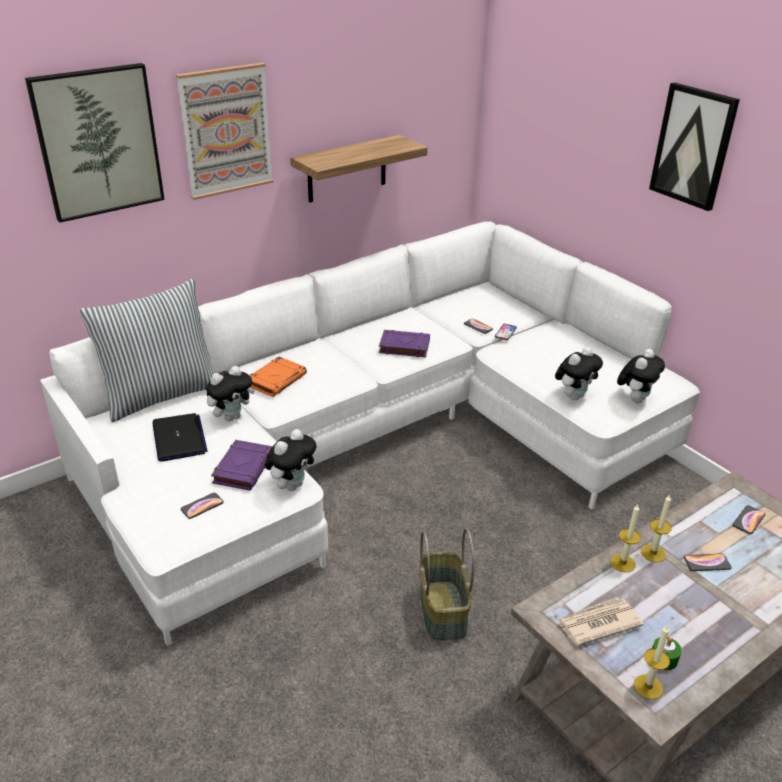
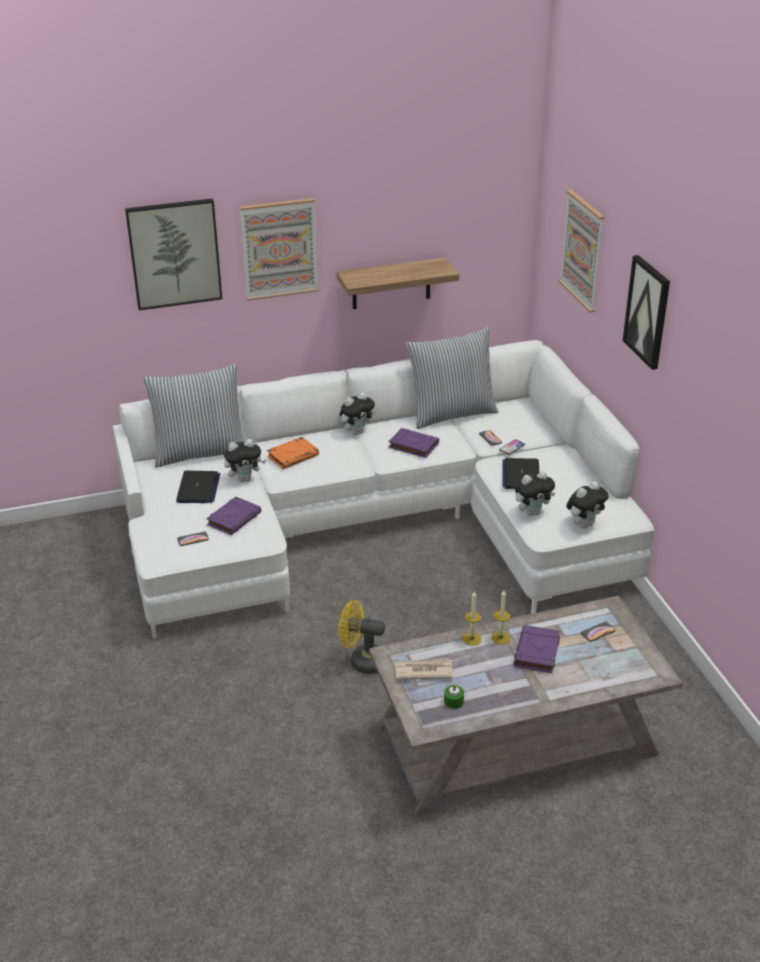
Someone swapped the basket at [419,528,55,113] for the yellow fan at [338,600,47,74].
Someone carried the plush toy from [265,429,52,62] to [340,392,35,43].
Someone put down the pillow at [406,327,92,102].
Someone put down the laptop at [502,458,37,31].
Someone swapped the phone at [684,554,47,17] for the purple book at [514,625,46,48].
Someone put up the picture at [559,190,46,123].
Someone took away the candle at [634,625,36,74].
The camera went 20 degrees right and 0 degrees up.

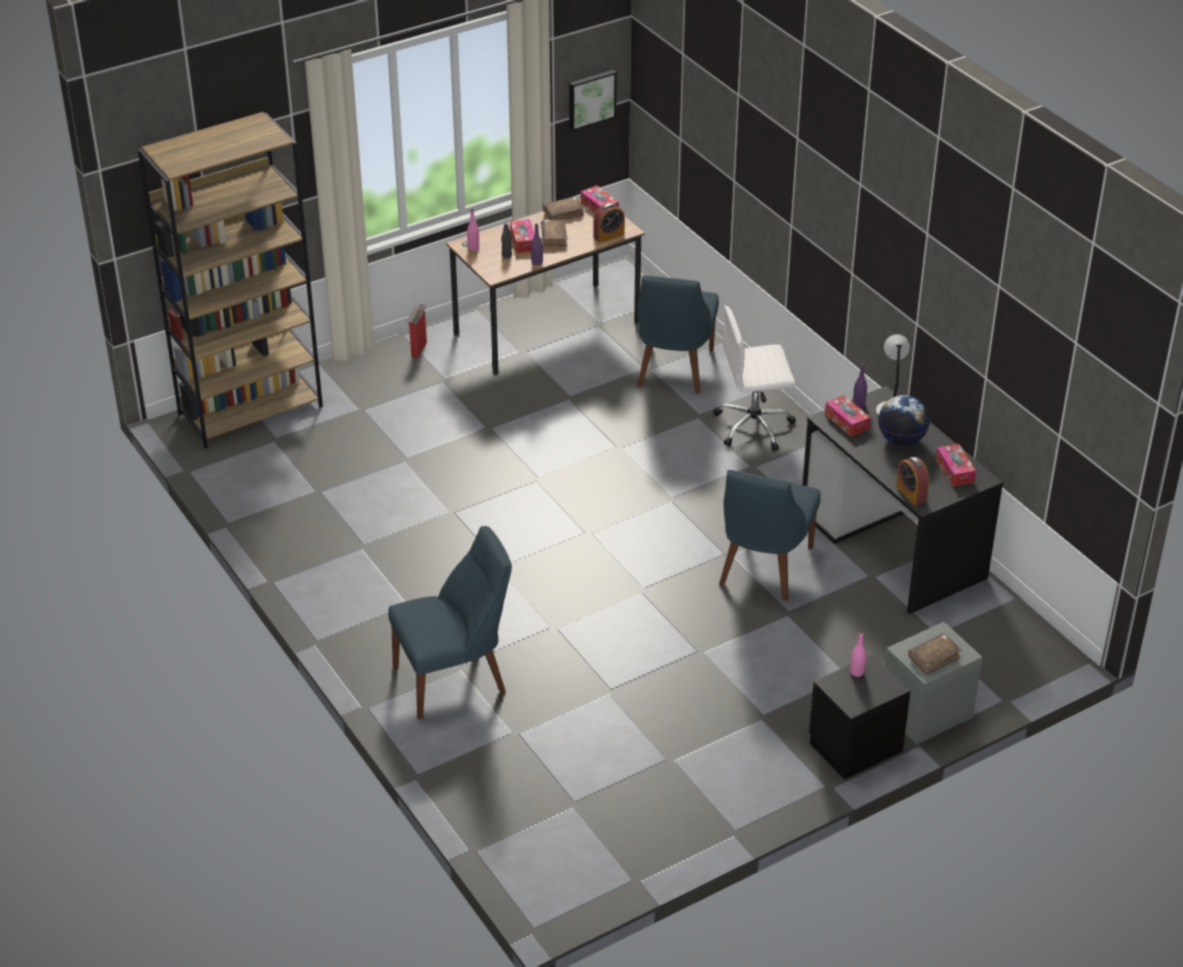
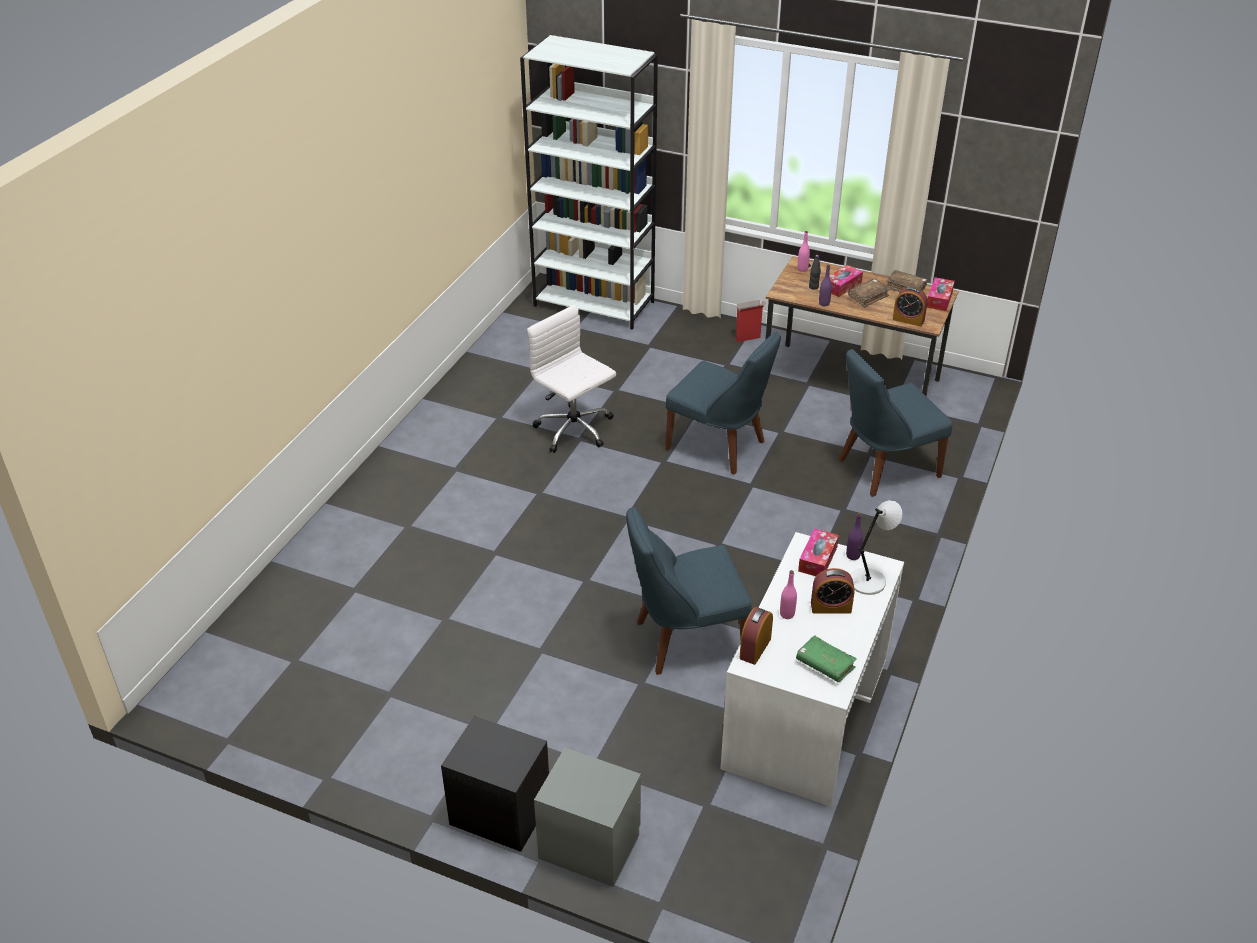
Someone repainted the brown bookcase at [138,112,185,336], which became the white bookcase at [520,35,138,295].
Someone carried the white office chair from [714,305,82,146] to [527,305,89,148].
Someone carried the blue chair from [388,526,124,194] to [665,332,116,143].
Someone repainted the black desk at [802,386,201,228], which became the white desk at [720,532,184,275].
Someone carried the pink bottle from [850,631,16,46] to [780,570,17,49].
Someone swapped the tissue box at [936,444,40,42] for the green book at [796,635,61,47].
Someone swapped the globe at [878,395,52,51] for the alarm clock at [811,568,44,46].
Someone took away the picture at [569,70,48,61].
Someone took away the brown book at [908,633,54,42].
The camera went 55 degrees right and 0 degrees up.

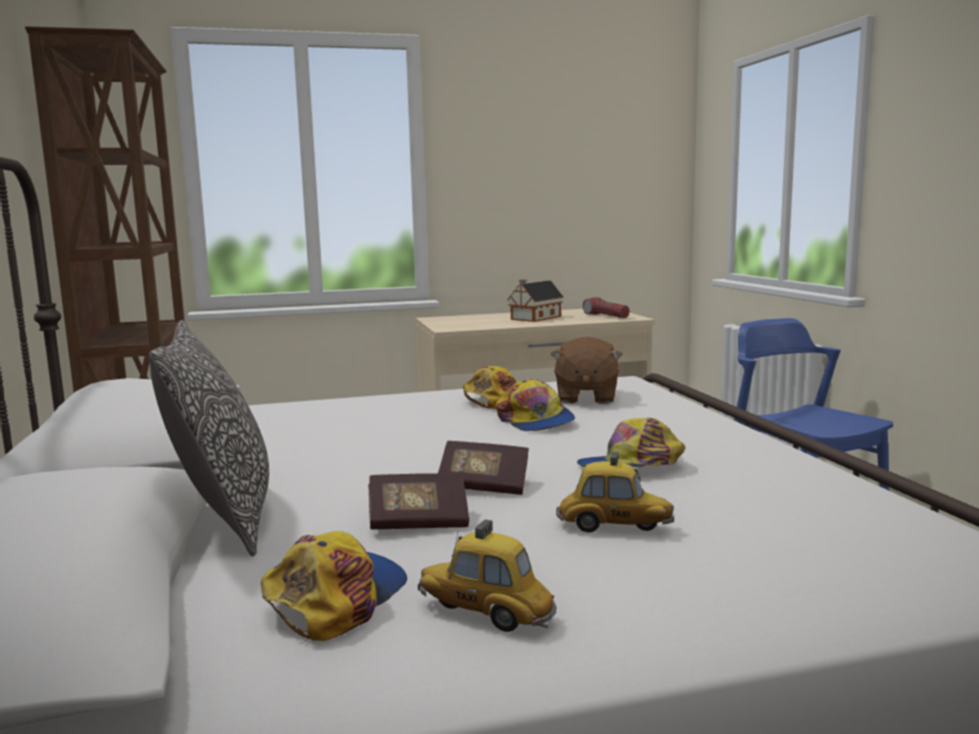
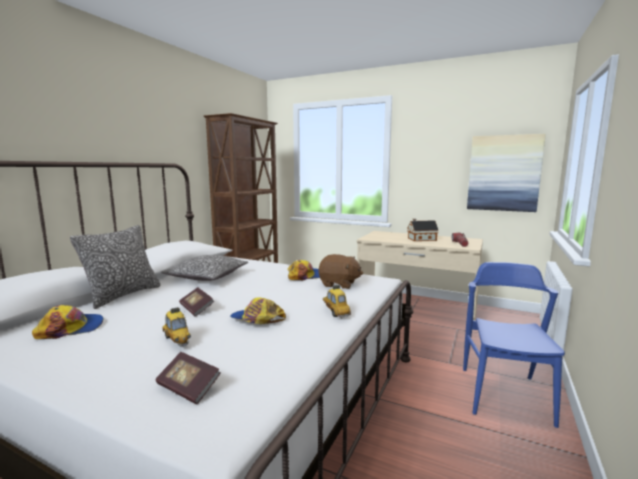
Someone carried the book from [368,473,101,57] to [155,352,66,52].
Someone put down the pillow at [161,255,87,26].
Someone rotated the brown plush toy at [551,337,72,67] by 120 degrees counterclockwise.
Someone carried the toy car from [418,519,139,113] to [323,285,28,33].
Someone put up the picture at [467,134,79,78].
Someone took away the cap at [495,379,80,52].
The camera went 40 degrees right and 0 degrees up.

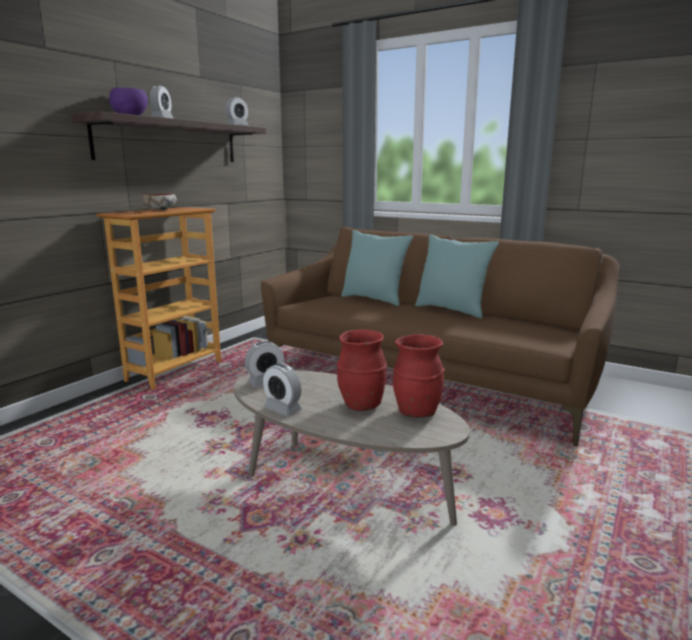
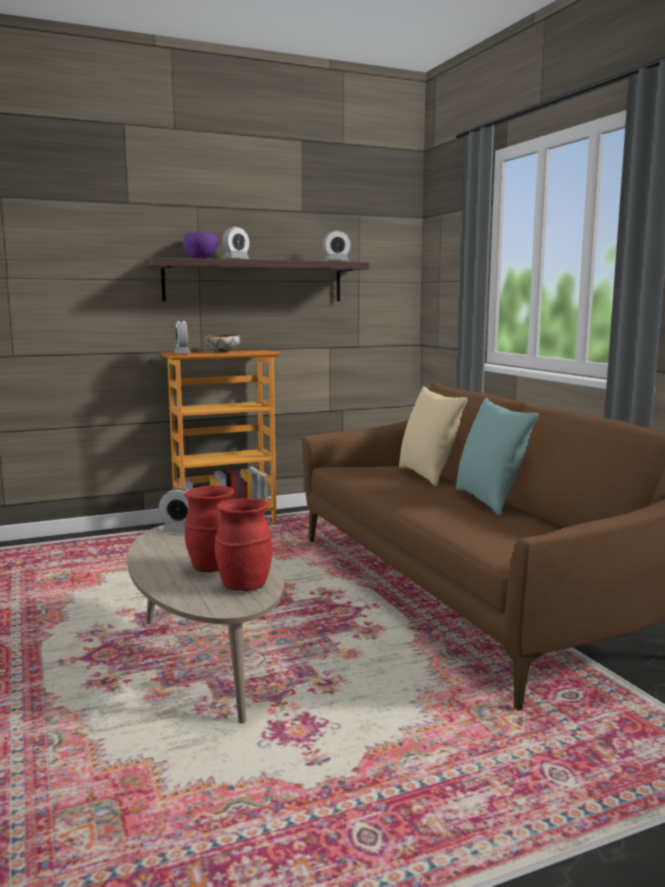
Someone carried the alarm clock from [263,363,39,53] to [174,320,17,34].
Someone repainted the turquoise pillow at [341,230,72,76], which became the beige pillow at [399,386,69,100].
The camera went 35 degrees right and 5 degrees down.

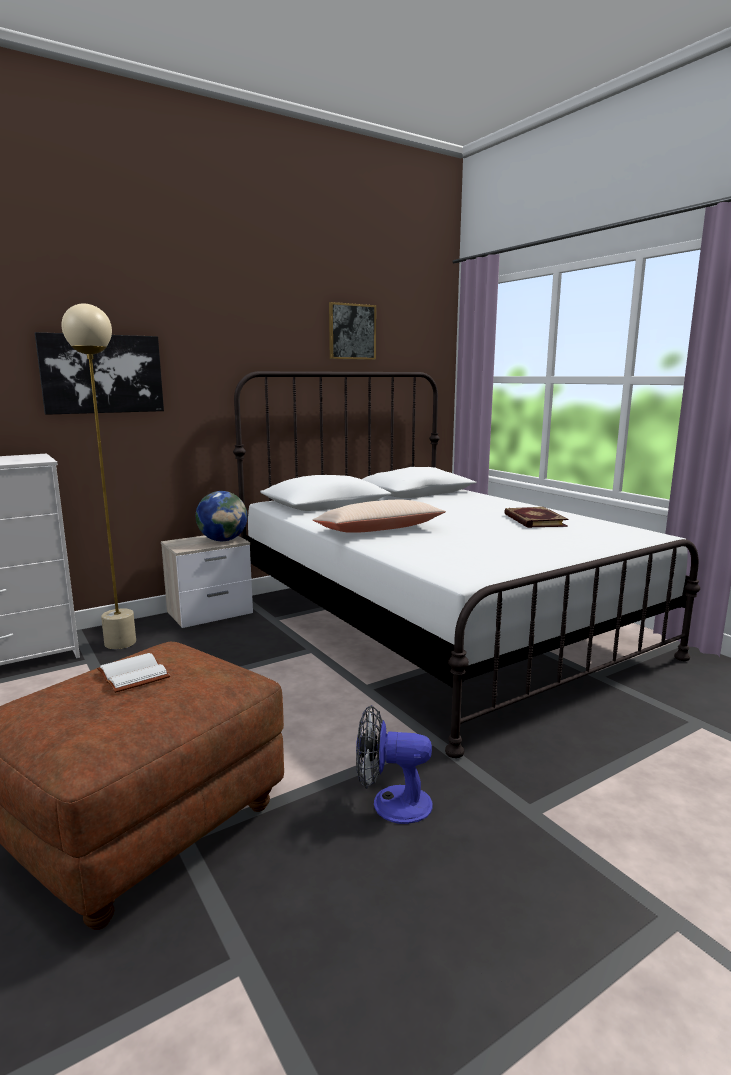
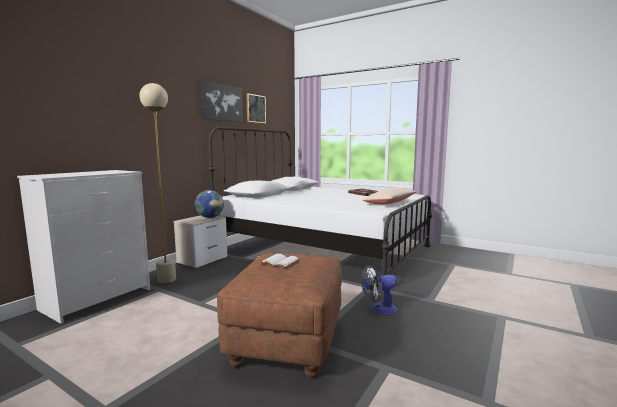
Someone carried the picture from [35,332,129,83] to [201,80,42,42].
Someone carried the beige pillow from [313,500,133,33] to [362,188,55,16].
The camera went 25 degrees left and 5 degrees down.

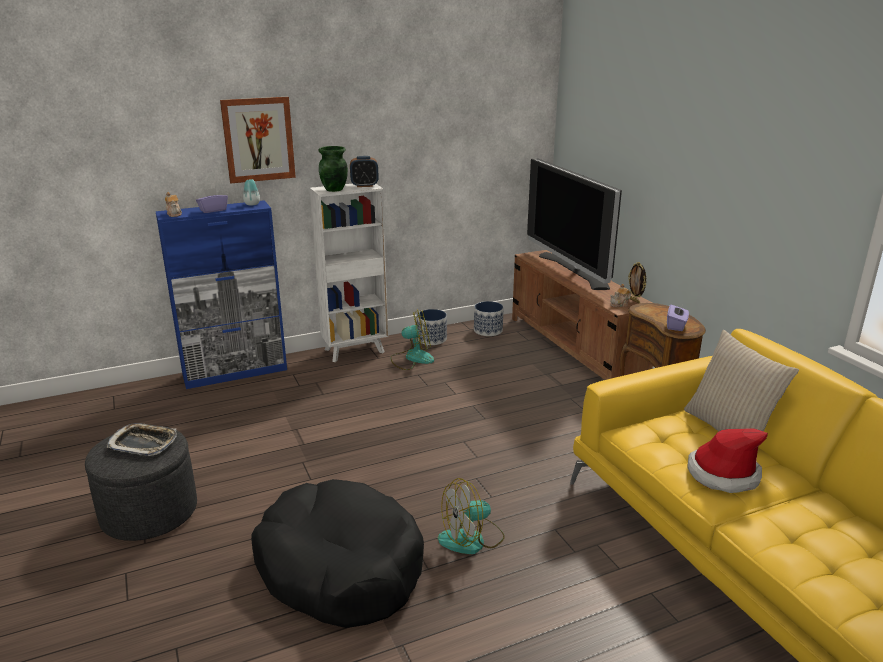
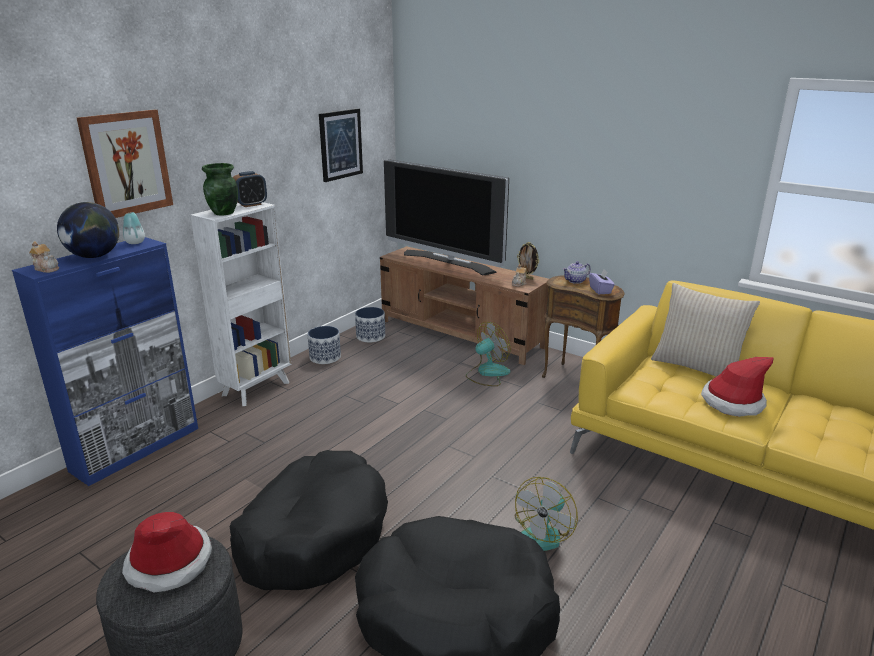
Someone swapped the purple tissue box at [196,188,32,25] for the globe at [57,202,63,56].
Someone swapped the tray at [107,423,69,33] for the hat at [122,512,90,80].
Someone put down the black dog bed at [230,450,158,140].
Someone put up the picture at [319,108,44,74].
Someone carried the fan from [390,309,44,61] to [466,322,45,64].
Someone put down the teapot at [563,261,28,23].
The camera went 30 degrees left and 0 degrees up.

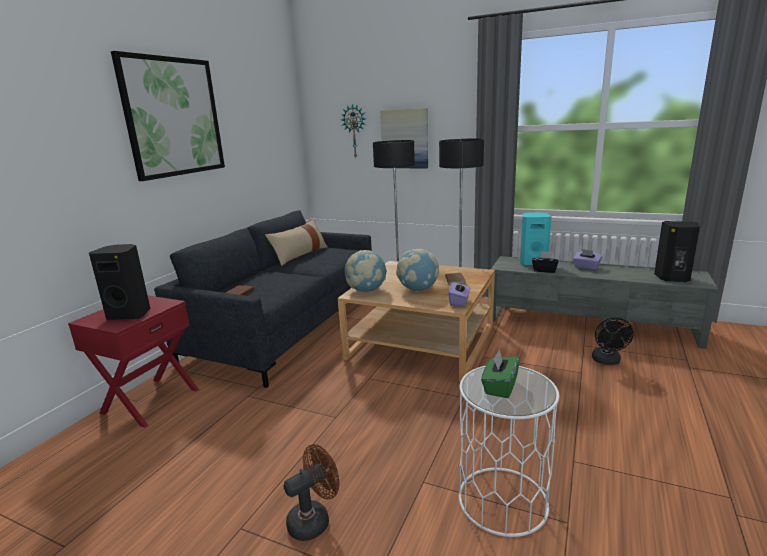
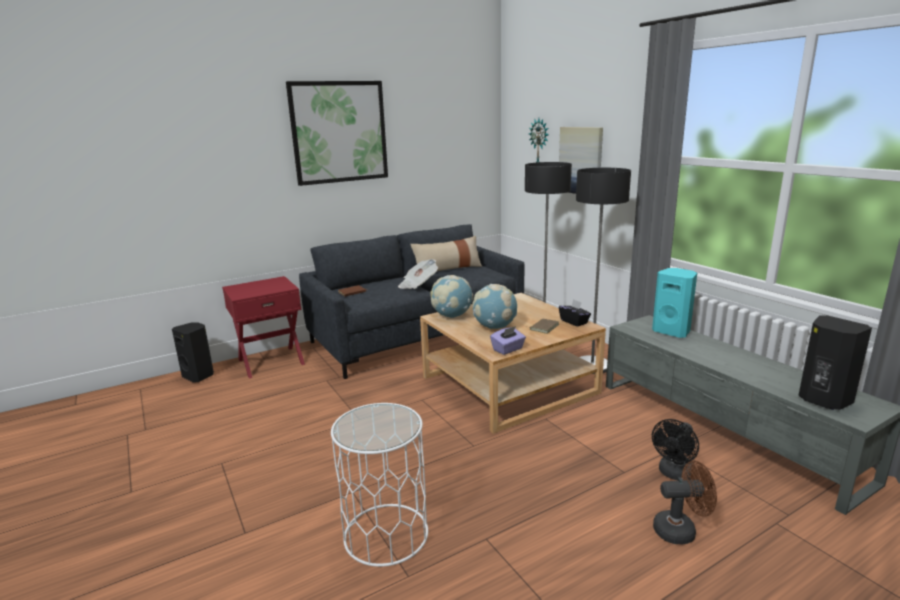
Someone carried the black speaker from [89,244,61,76] to [172,322,42,61].
Someone put down the newspaper at [398,259,40,30].
Someone carried the black tissue box from [532,251,26,22] to [559,299,32,28].
Someone carried the brown fan from [284,444,56,97] to [653,461,64,83].
Someone took away the green tissue box at [481,349,39,49].
Someone took away the purple tissue box at [573,249,29,21].
The camera went 35 degrees right and 0 degrees up.

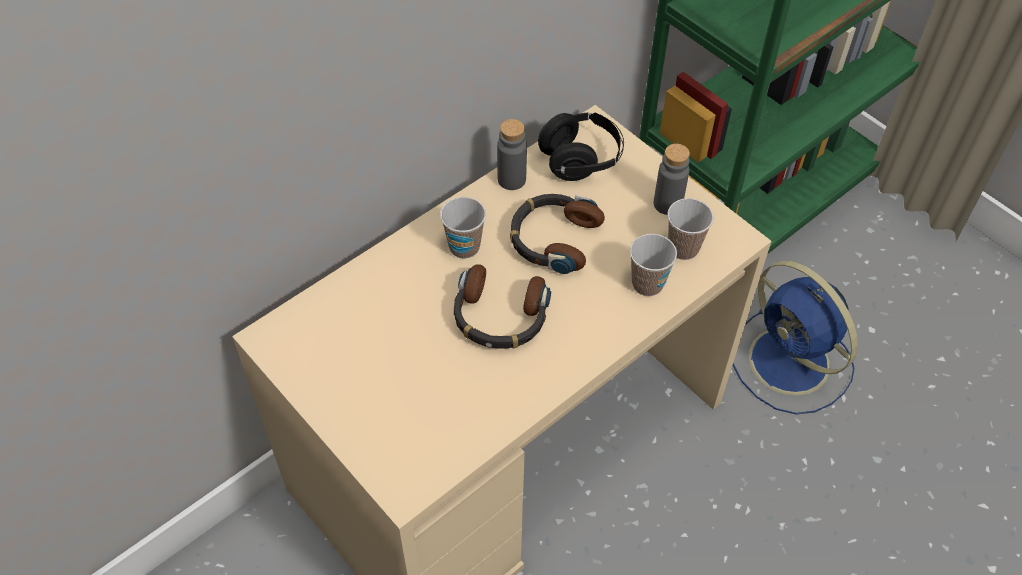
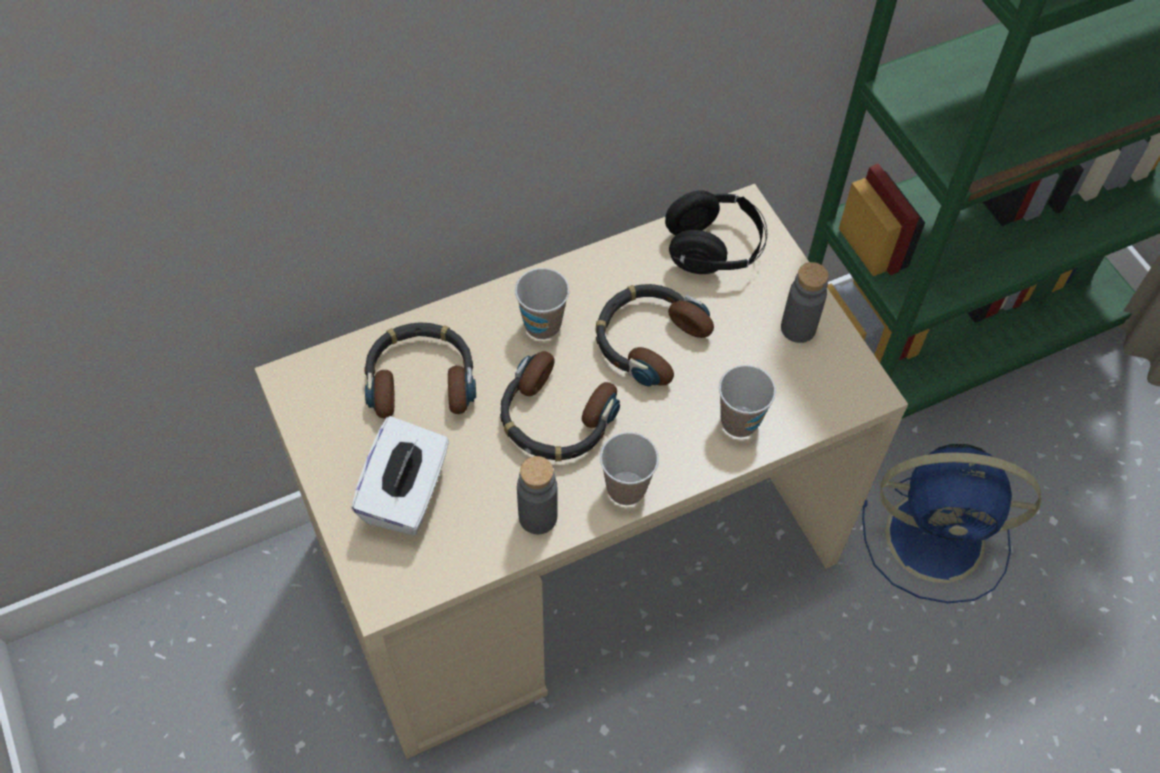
Someone put down the white tissue box at [351,416,98,119].
Someone put down the headphones at [364,322,112,96].
Someone carried the grey bottle from [497,119,30,71] to [517,456,41,78].
Someone carried the cup from [668,198,46,62] to [600,432,59,73].
Someone rotated the blue fan at [733,261,125,154] by 60 degrees counterclockwise.
The camera went 15 degrees right and 5 degrees up.

